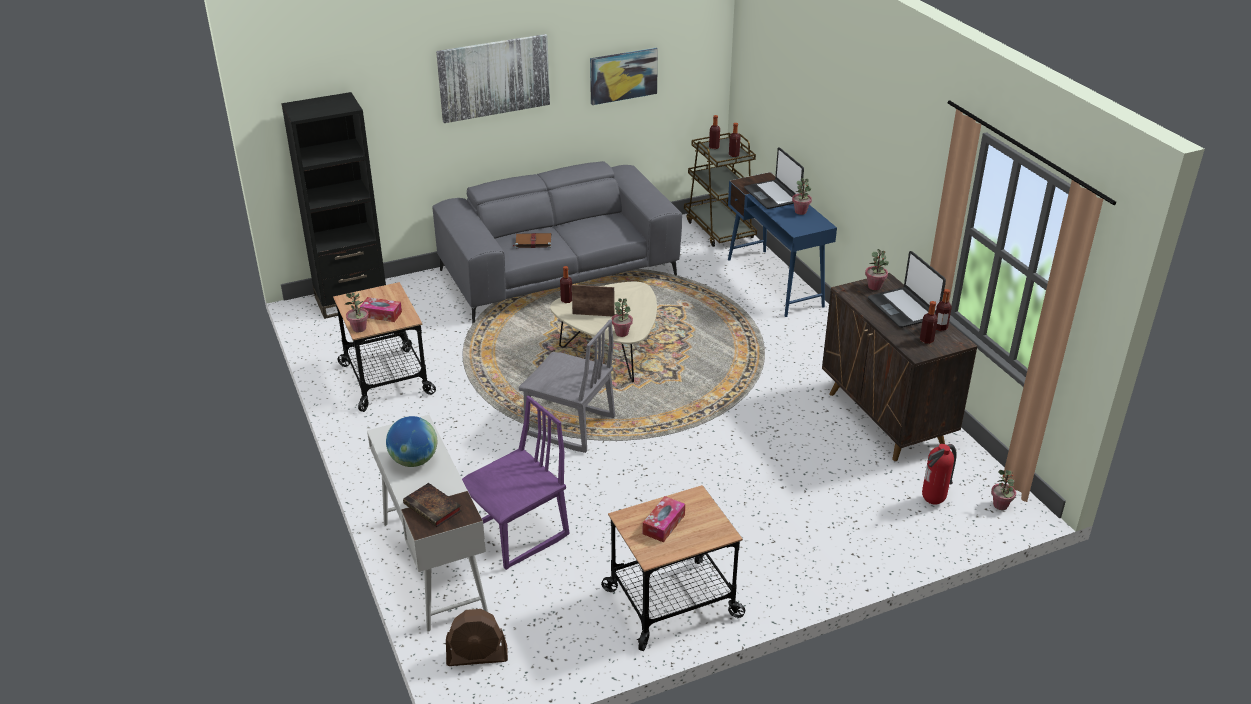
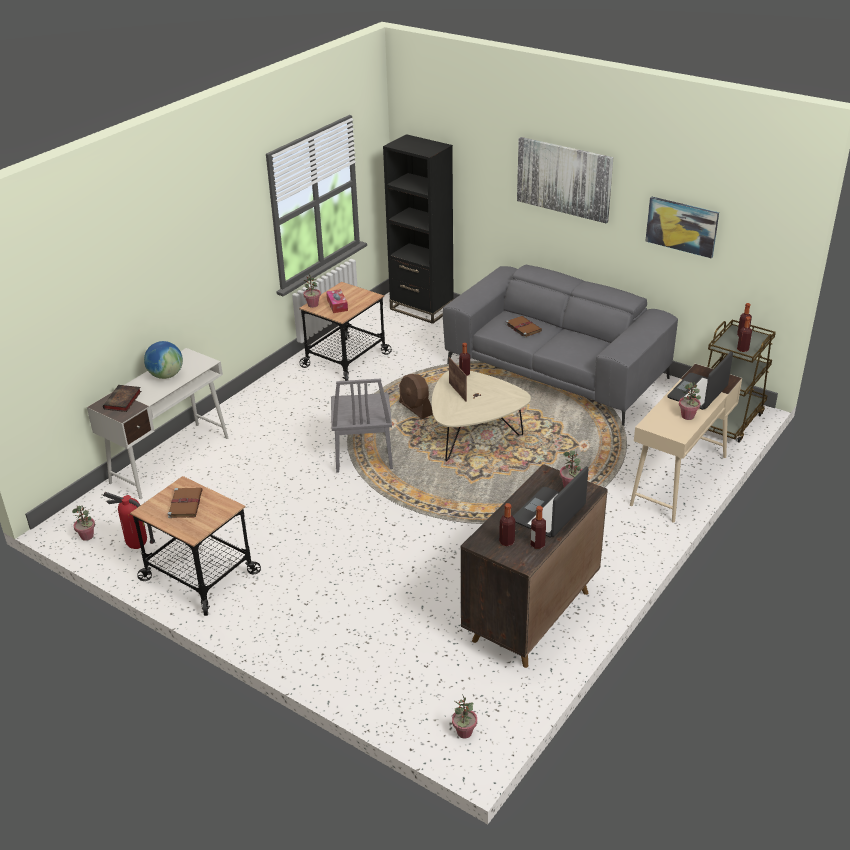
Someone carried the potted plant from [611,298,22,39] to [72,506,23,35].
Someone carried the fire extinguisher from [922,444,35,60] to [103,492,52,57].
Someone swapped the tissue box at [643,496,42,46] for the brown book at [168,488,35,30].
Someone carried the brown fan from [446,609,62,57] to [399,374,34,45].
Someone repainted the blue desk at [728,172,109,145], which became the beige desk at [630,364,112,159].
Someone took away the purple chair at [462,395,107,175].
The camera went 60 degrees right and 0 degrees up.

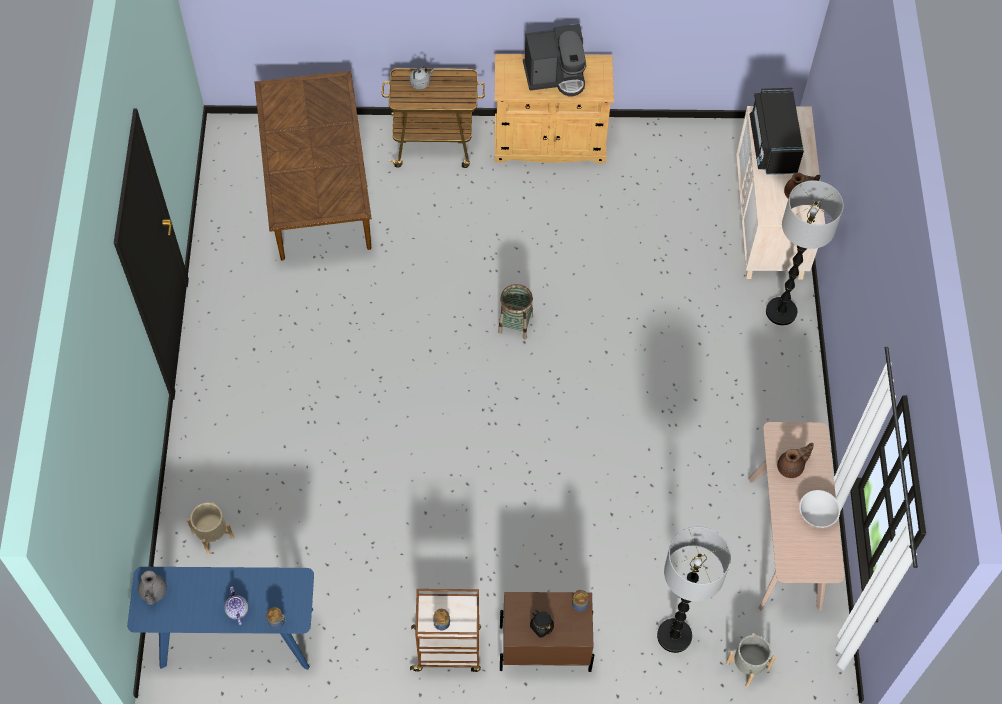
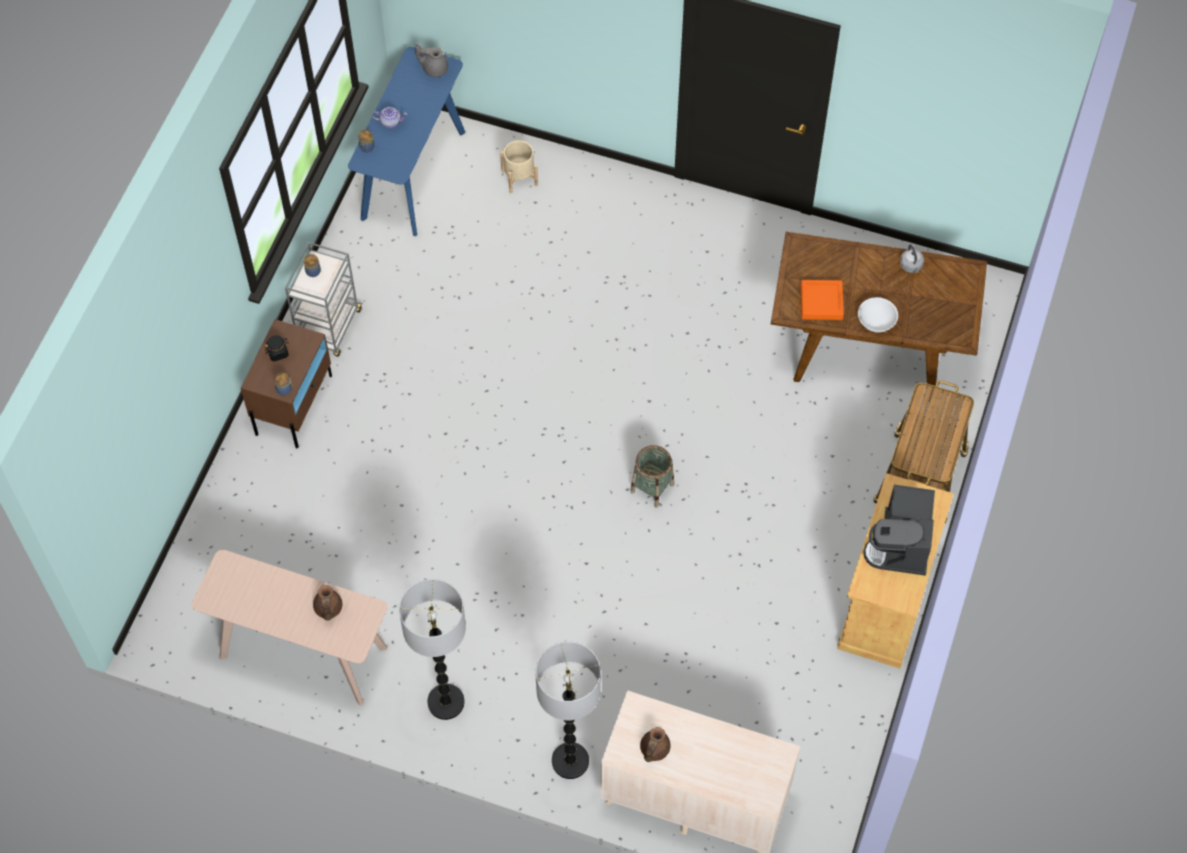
Someone repainted the brown cart at [410,589,71,83], which became the grey cart at [285,242,78,115].
Someone carried the floor lamp from [657,527,74,126] to [399,579,67,141].
Someone put down the orange tray at [801,280,43,40].
Someone carried the white bowl from [799,490,41,38] to [858,297,40,36].
Someone carried the grey kettle from [409,66,25,24] to [900,244,24,29].
Someone took away the grey planter at [726,633,50,54].
Someone took away the black microwave at [750,88,54,87].
The camera went 110 degrees right and 0 degrees up.

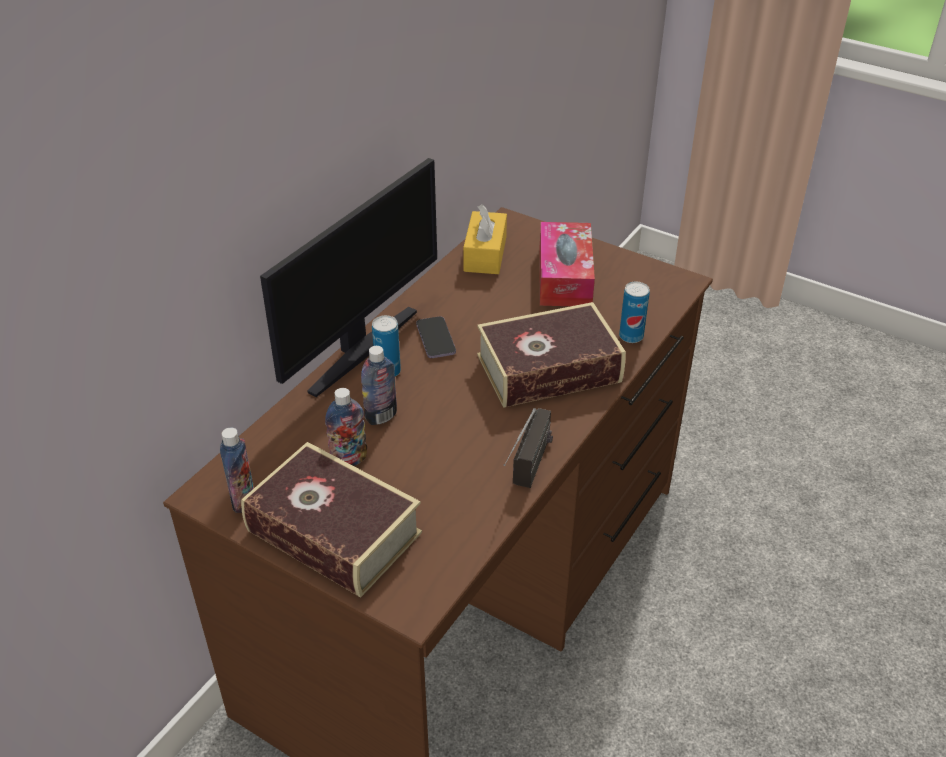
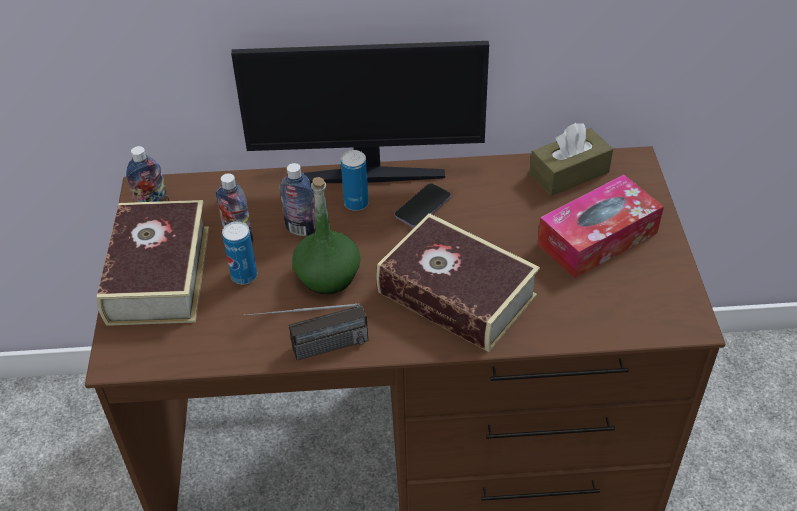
Someone carried the can from [619,282,31,61] to [222,221,35,63].
Someone put down the green bottle at [292,177,69,117].
Someone repainted the yellow tissue box at [463,204,44,70], which became the brown tissue box at [529,123,84,73].
The camera went 55 degrees right and 5 degrees up.

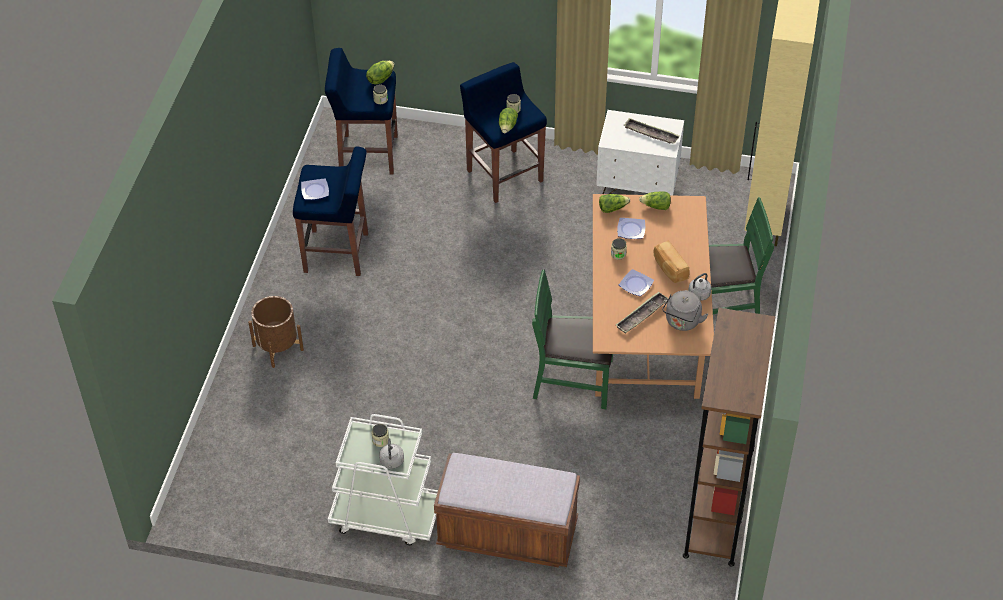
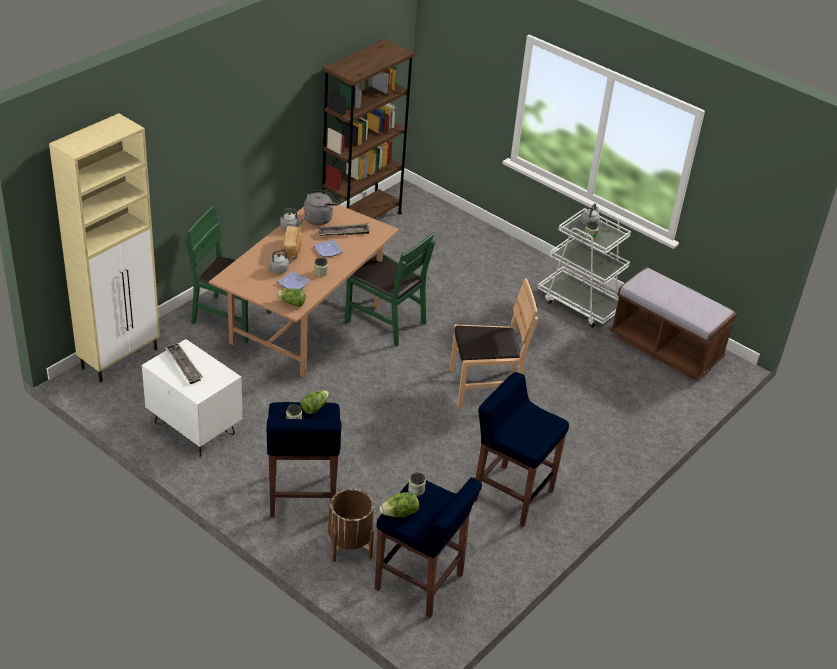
Someone put down the grey kettle at [269,249,25,25].
Someone carried the brown planter from [248,296,56,72] to [328,489,46,73].
Someone put down the brown chair at [449,278,89,130].
Someone carried the brown bench from [434,453,146,115] to [610,266,127,113].
Someone took away the plate at [301,178,28,22].
Someone took away the lettuce at [639,191,32,19].
The camera went 155 degrees left and 10 degrees down.

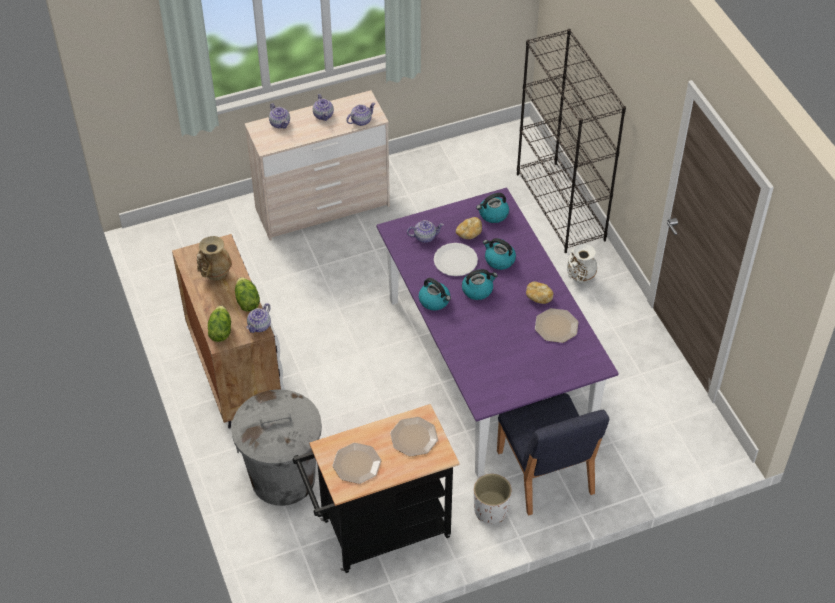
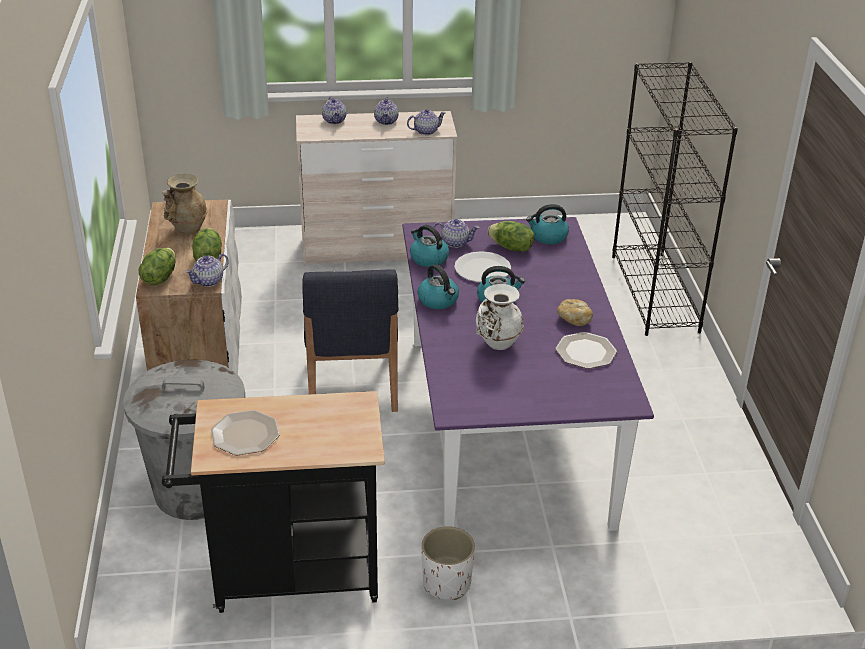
Someone carried the blue chair from [497,393,112,123] to [303,269,96,143].
Someone carried the kettle from [483,238,33,32] to [410,225,39,42].
Someone carried the white vase from [567,244,30,40] to [476,284,48,66].
Someone swapped the bread at [456,217,26,22] for the lettuce at [487,221,47,31].
Someone took away the plate at [390,417,48,40].
The camera went 15 degrees right and 15 degrees down.

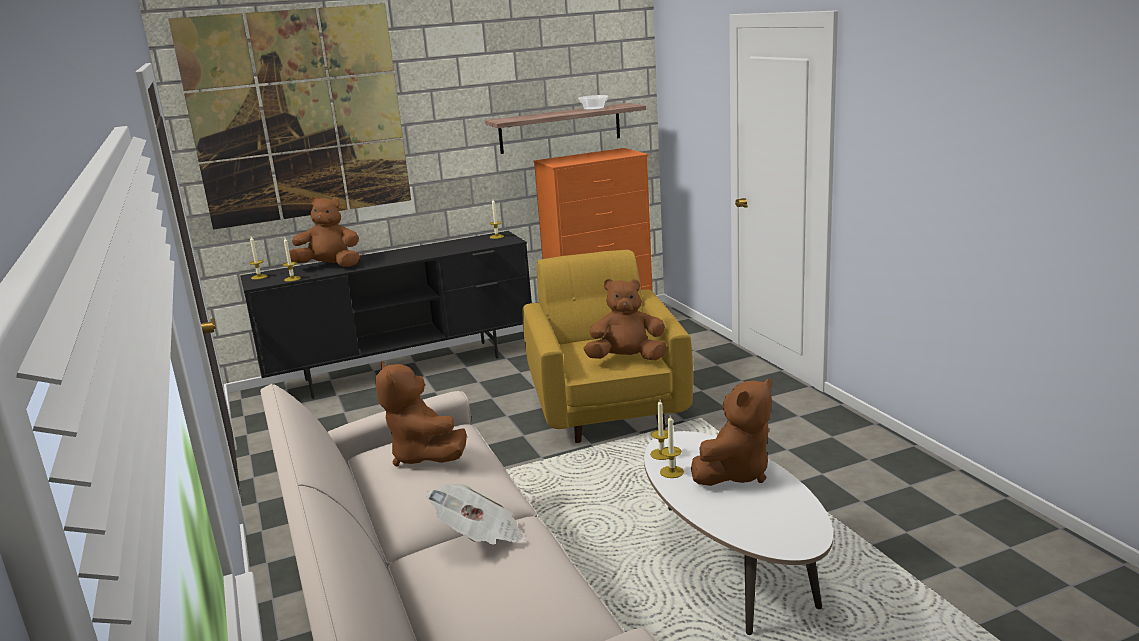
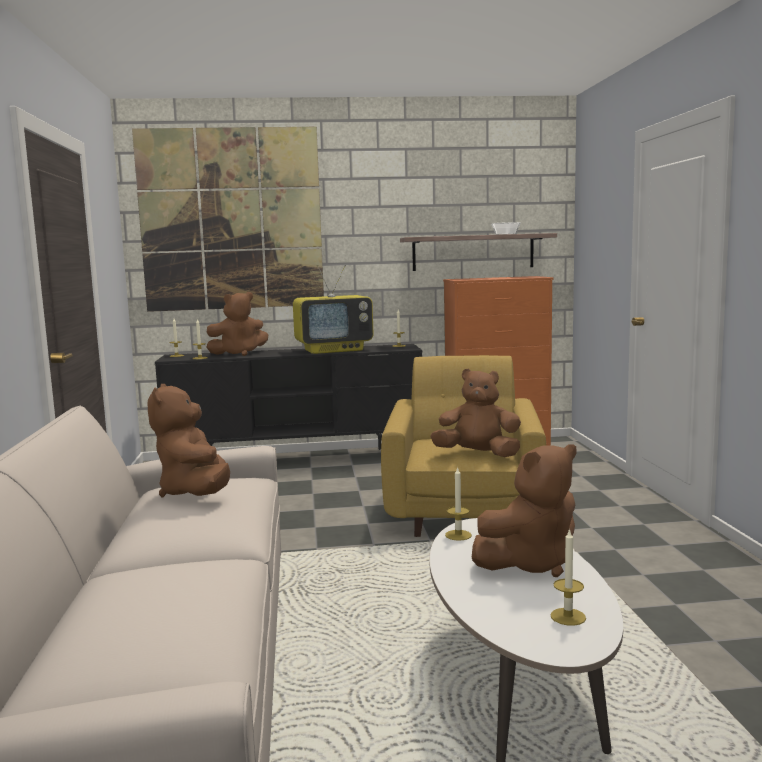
Someone rotated the brown plush toy at [289,197,71,70] by 135 degrees clockwise.
Someone put down the television at [293,265,81,89].
Someone carried the candle from [660,415,24,63] to [551,528,35,98].
Someone took away the newspaper at [426,484,100,61].
The camera went 15 degrees right and 10 degrees down.

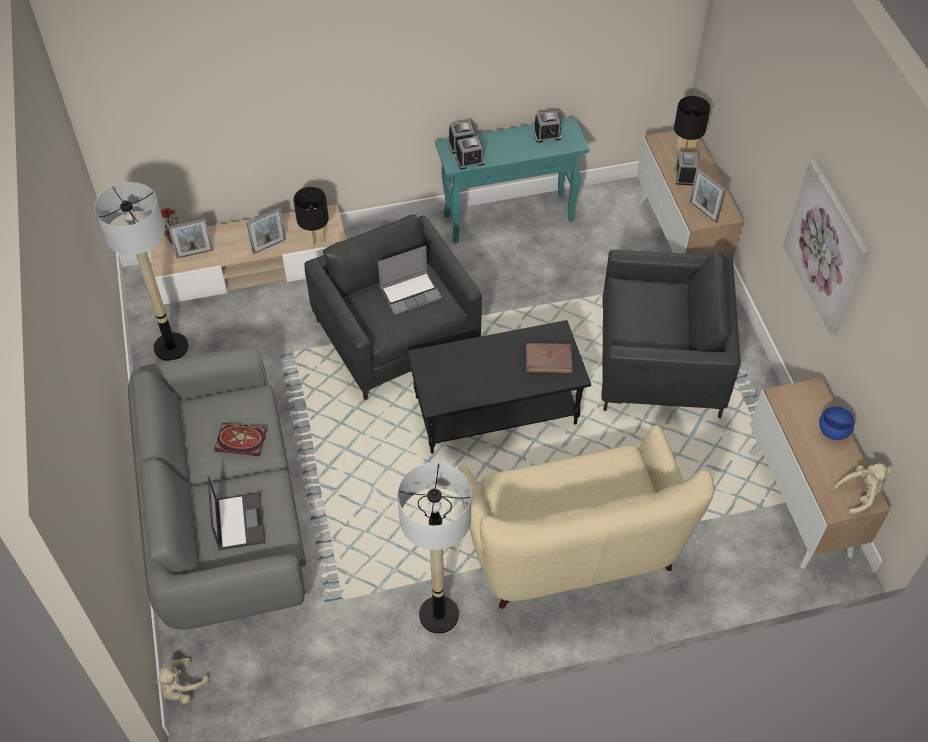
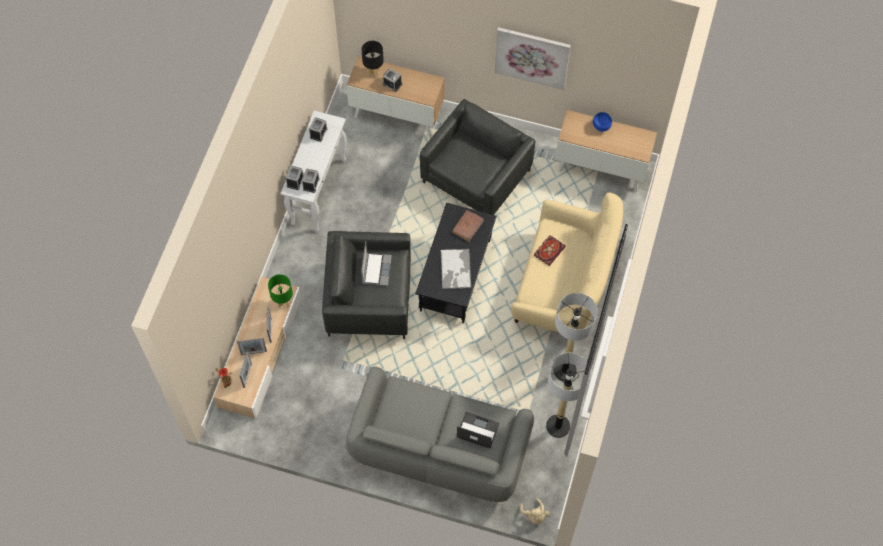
Someone carried the picture frame from [690,168,36,55] to [237,338,30,17].
Someone repainted the black table lamp at [293,187,36,60], which became the green table lamp at [268,274,25,34].
Someone repainted the turquoise console table at [435,117,155,126], which became the white console table at [281,111,66,121].
Someone put down the tray at [440,249,31,40].
Someone carried the book from [214,423,53,33] to [534,235,32,31].
Someone carried the floor lamp from [94,182,94,179] to [546,353,45,85].
Someone took away the beige plush toy at [832,463,59,52].
The camera went 60 degrees left and 10 degrees up.

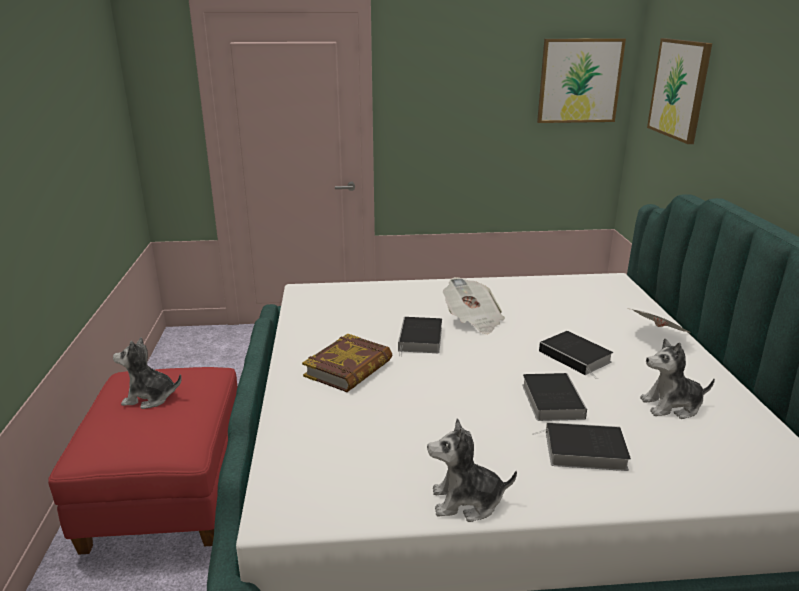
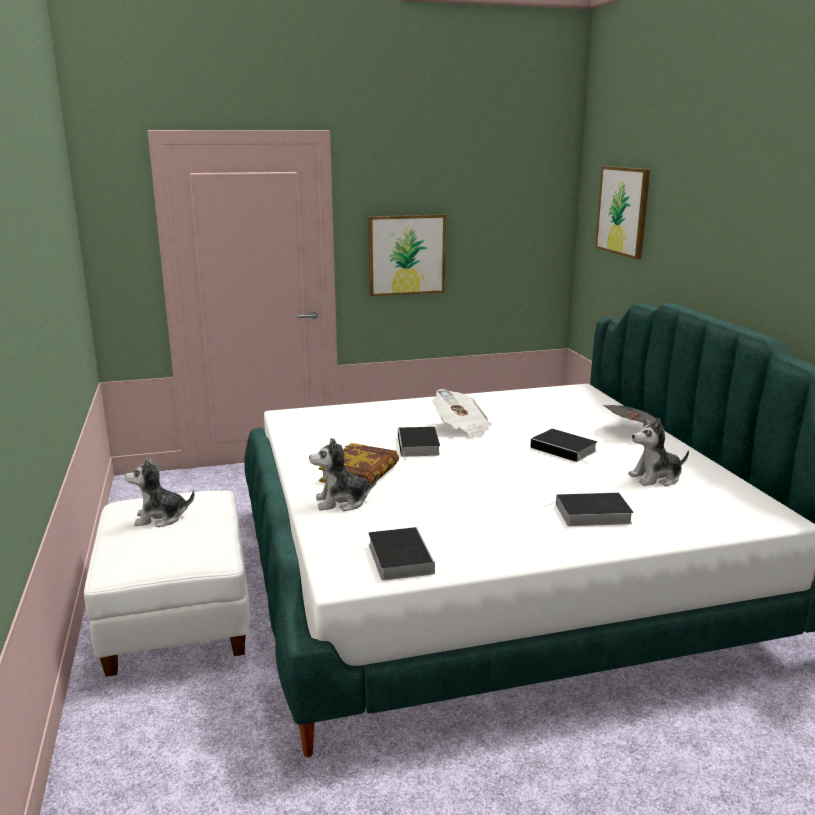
Someone repainted the red ottoman at [48,367,189,188], which became the white ottoman at [84,490,166,187].
Someone carried the plush toy from [427,419,90,103] to [309,438,69,73].
Someone carried the picture from [537,38,89,85] to [368,214,78,82].
Someone carried the book from [522,373,65,48] to [368,527,67,54].
The camera went 10 degrees left and 5 degrees down.

